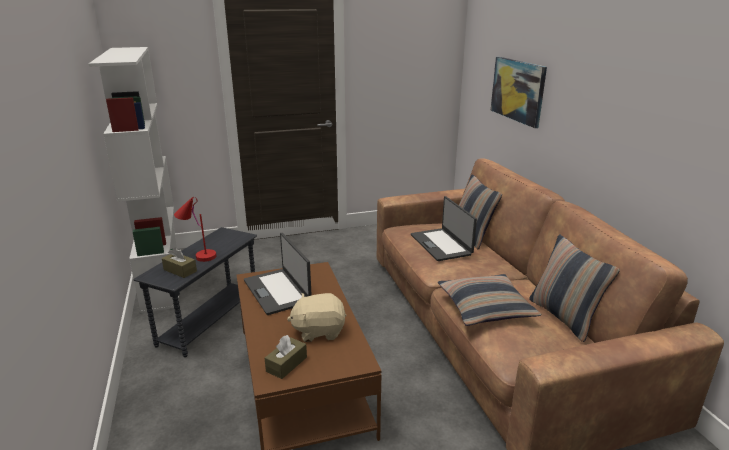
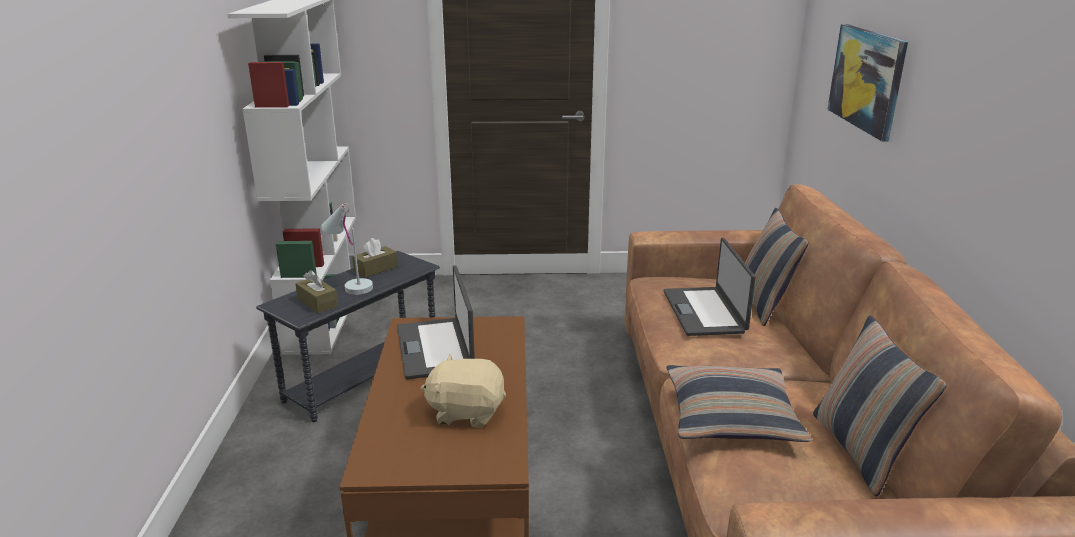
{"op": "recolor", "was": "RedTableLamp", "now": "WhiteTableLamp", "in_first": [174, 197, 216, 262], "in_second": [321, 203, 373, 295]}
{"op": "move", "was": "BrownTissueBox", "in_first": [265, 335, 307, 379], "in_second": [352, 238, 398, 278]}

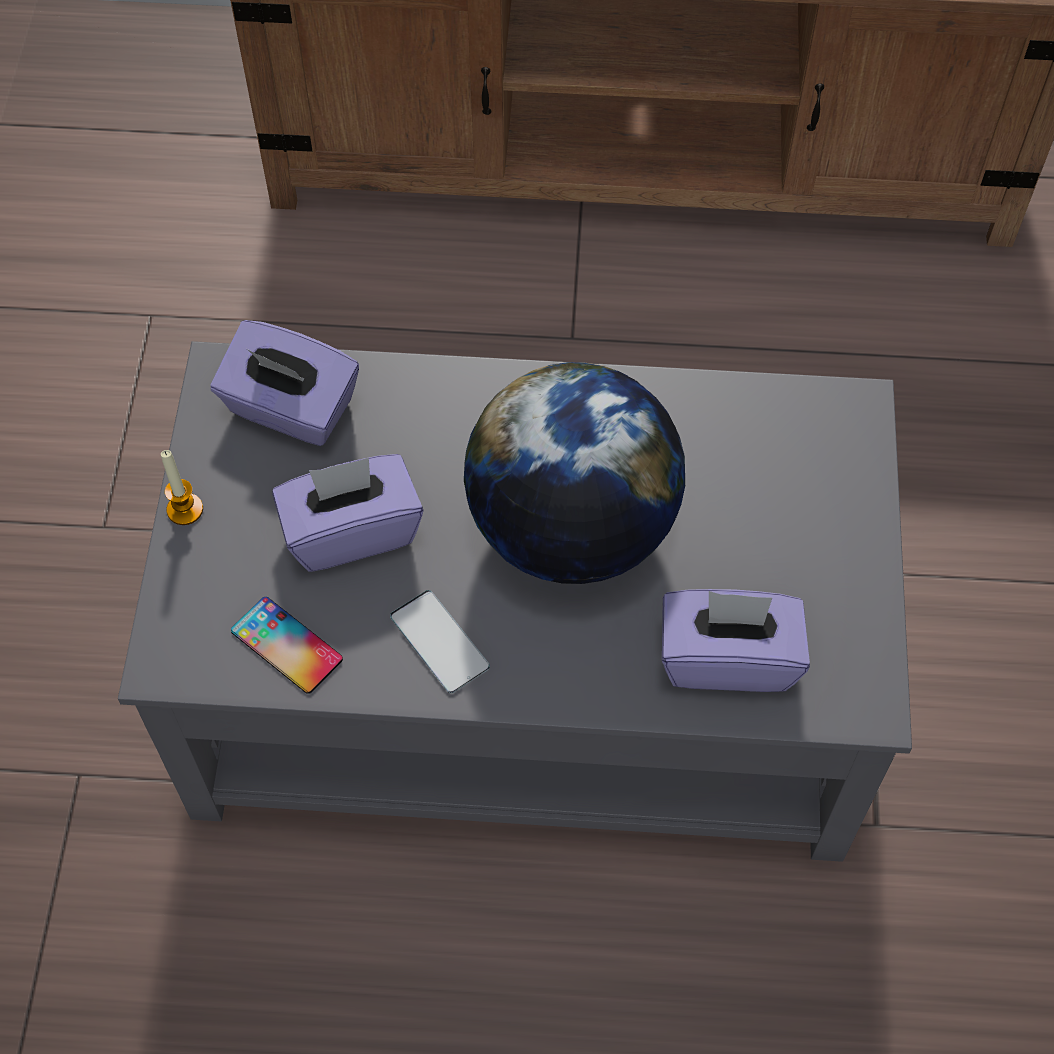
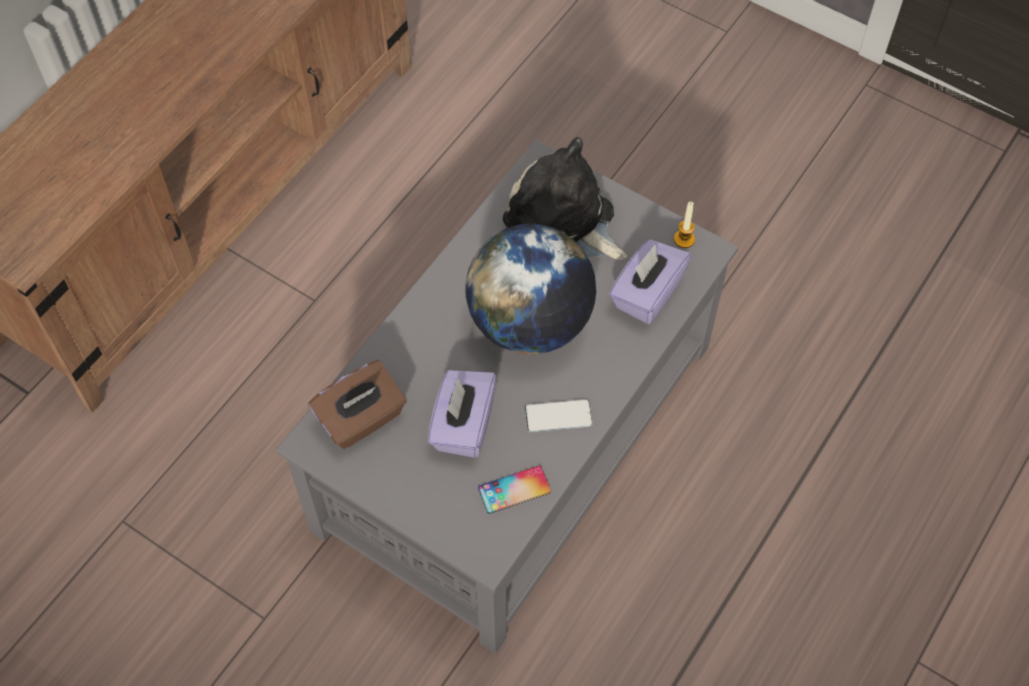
{"op": "move", "was": "Candle", "in_first": [161, 450, 203, 525], "in_second": [674, 202, 695, 248]}
{"op": "recolor", "was": "PurpleTissueBox", "now": "BrownTissueBox", "in_first": [210, 320, 359, 446], "in_second": [309, 360, 407, 449]}
{"op": "insert", "now": "PlushToy", "in_second": [503, 137, 627, 260]}

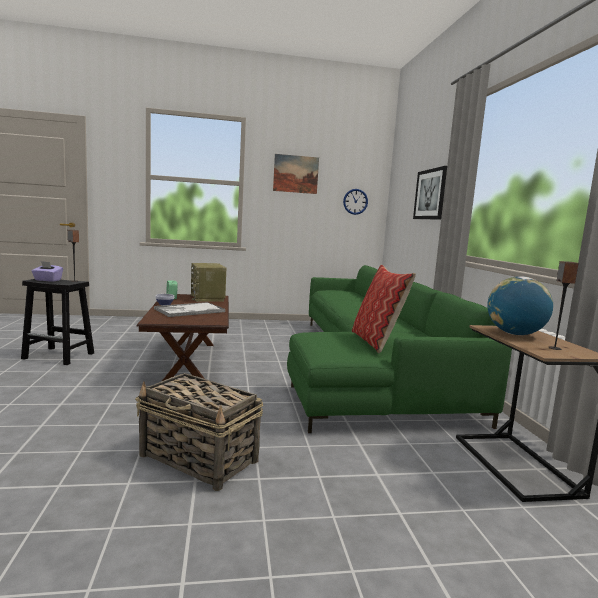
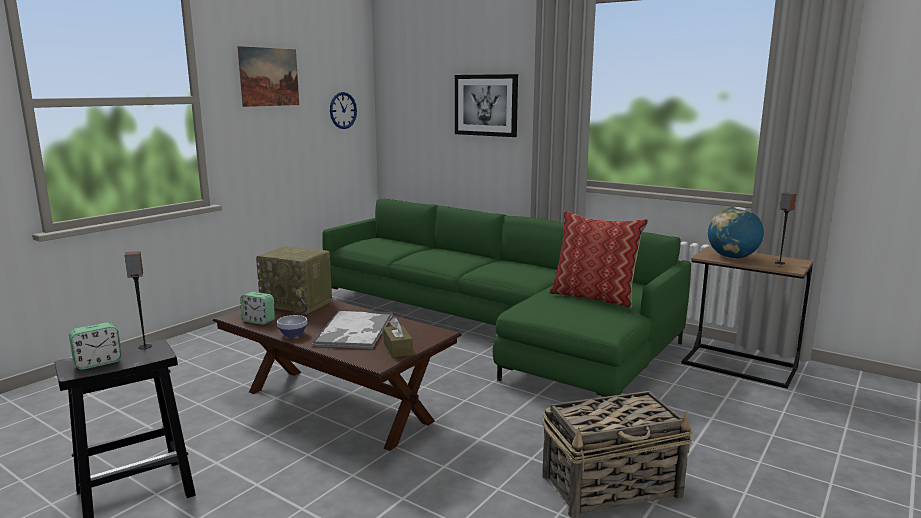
{"op": "replace", "was": "PurpleTissueBox", "now": "AlarmClock", "in_first": [32, 261, 63, 282], "in_second": [69, 322, 122, 370]}
{"op": "insert", "now": "BrownTissueBox", "in_second": [383, 317, 413, 357]}

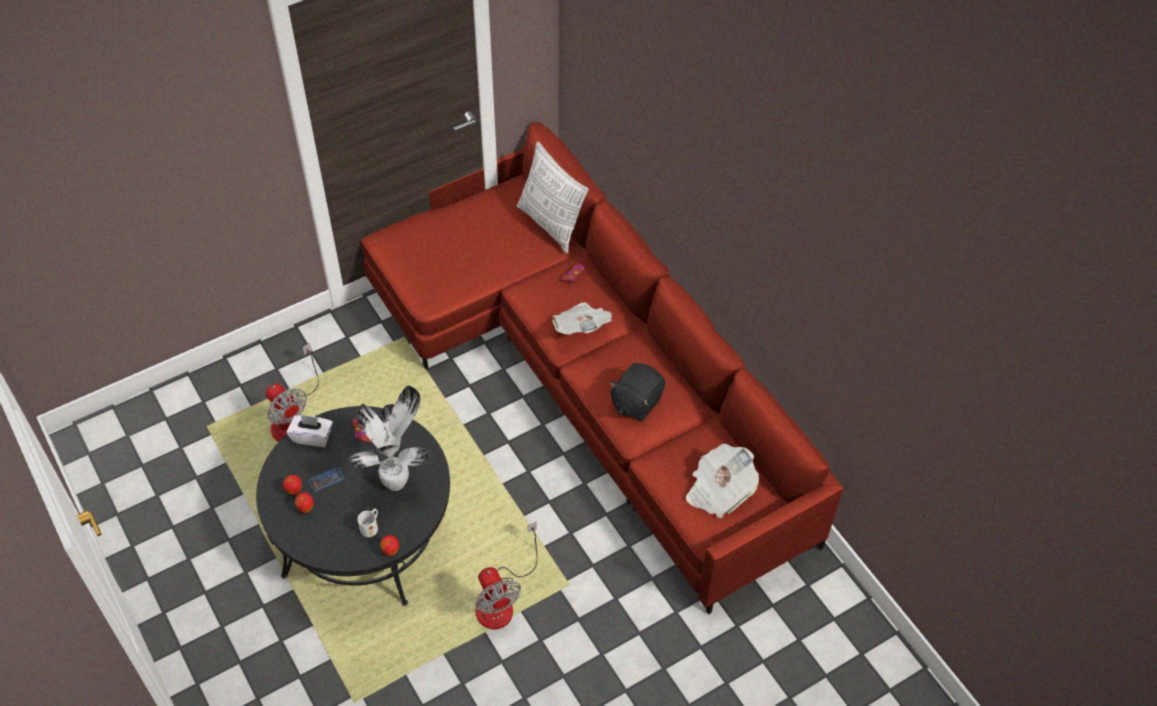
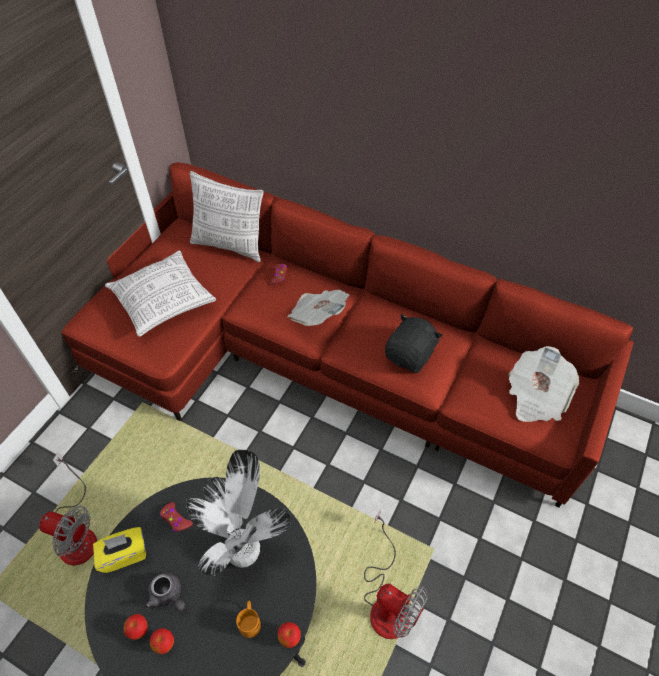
{"op": "recolor", "was": "WhiteTissueBox", "now": "YellowTissueBox", "in_first": [286, 414, 333, 447], "in_second": [93, 527, 146, 573]}
{"op": "replace", "was": "Phone", "now": "GreyTeapot", "in_first": [308, 467, 344, 492], "in_second": [145, 572, 185, 611]}
{"op": "recolor", "was": "WhiteMug", "now": "OrangeMug", "in_first": [358, 509, 378, 537], "in_second": [236, 601, 261, 638]}
{"op": "rotate", "was": "BlackPlushToy", "in_first": [609, 363, 665, 421], "in_second": [385, 314, 443, 373], "clockwise": -150}
{"op": "insert", "now": "Pillow", "in_second": [105, 251, 216, 337]}

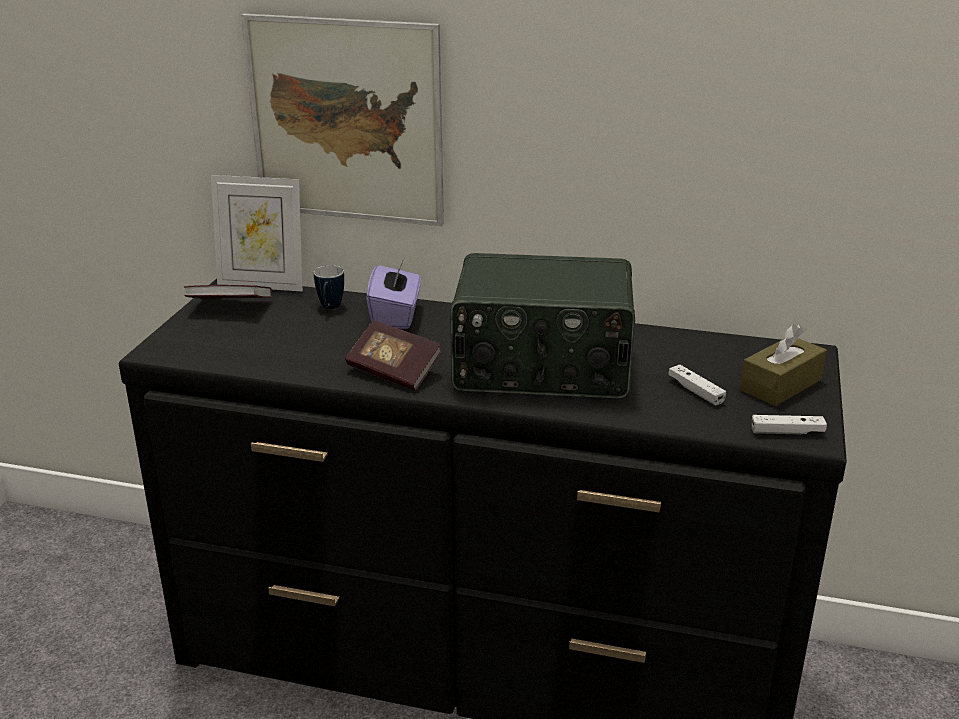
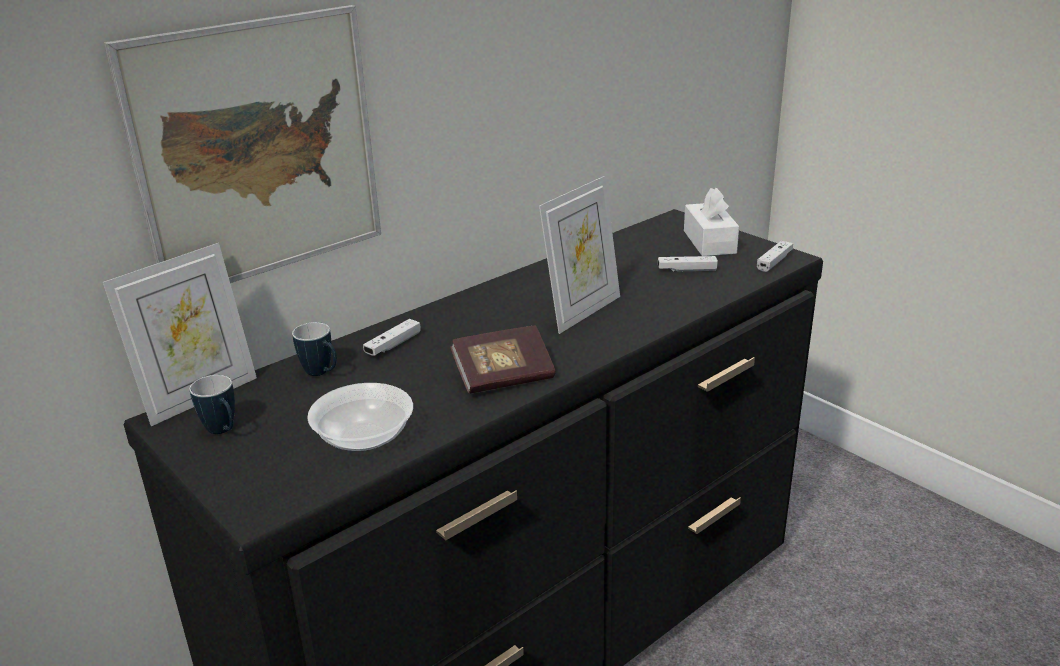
{"op": "replace", "was": "Book", "now": "Mug", "in_first": [184, 285, 272, 299], "in_second": [190, 375, 235, 434]}
{"op": "replace", "was": "PurpleTissueBox", "now": "WhiteGameController", "in_first": [366, 257, 421, 329], "in_second": [363, 319, 421, 356]}
{"op": "replace", "was": "Radio", "now": "PictureFrame", "in_first": [450, 253, 635, 399], "in_second": [539, 176, 620, 334]}
{"op": "recolor", "was": "BrownTissueBox", "now": "WhiteTissueBox", "in_first": [740, 324, 827, 406], "in_second": [684, 188, 739, 256]}
{"op": "insert", "now": "Bowl", "in_second": [307, 383, 413, 451]}

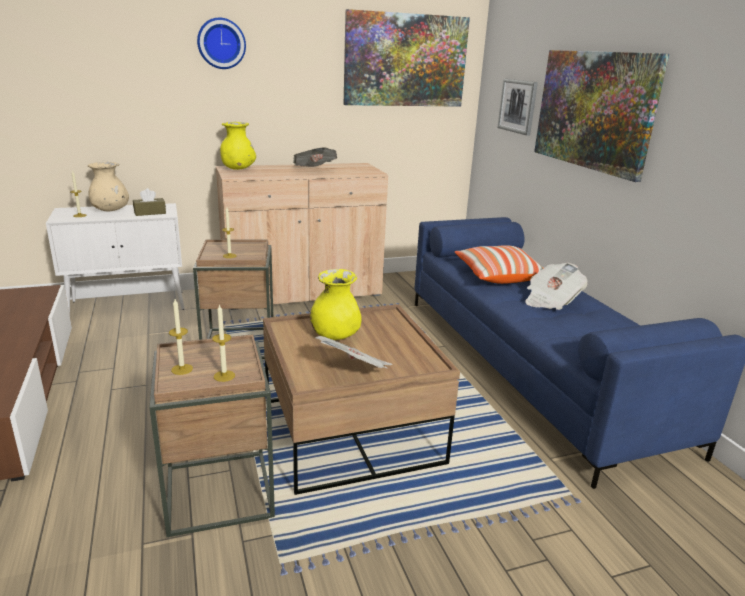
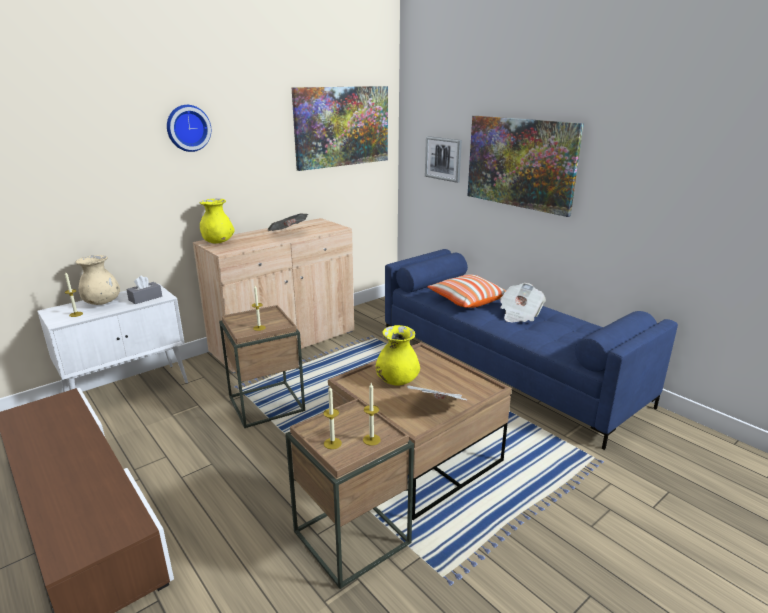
{"op": "recolor", "was": "BrownTissueBox", "now": "GreyTissueBox", "in_first": [133, 188, 166, 216], "in_second": [126, 275, 162, 304]}

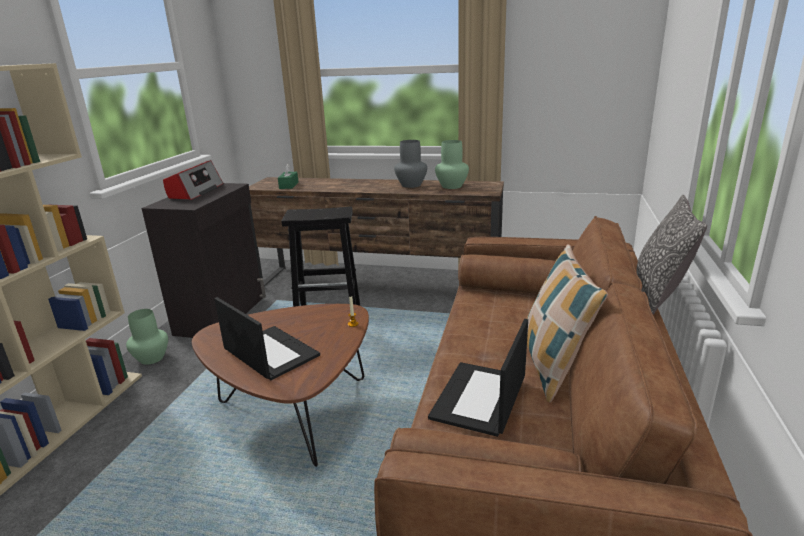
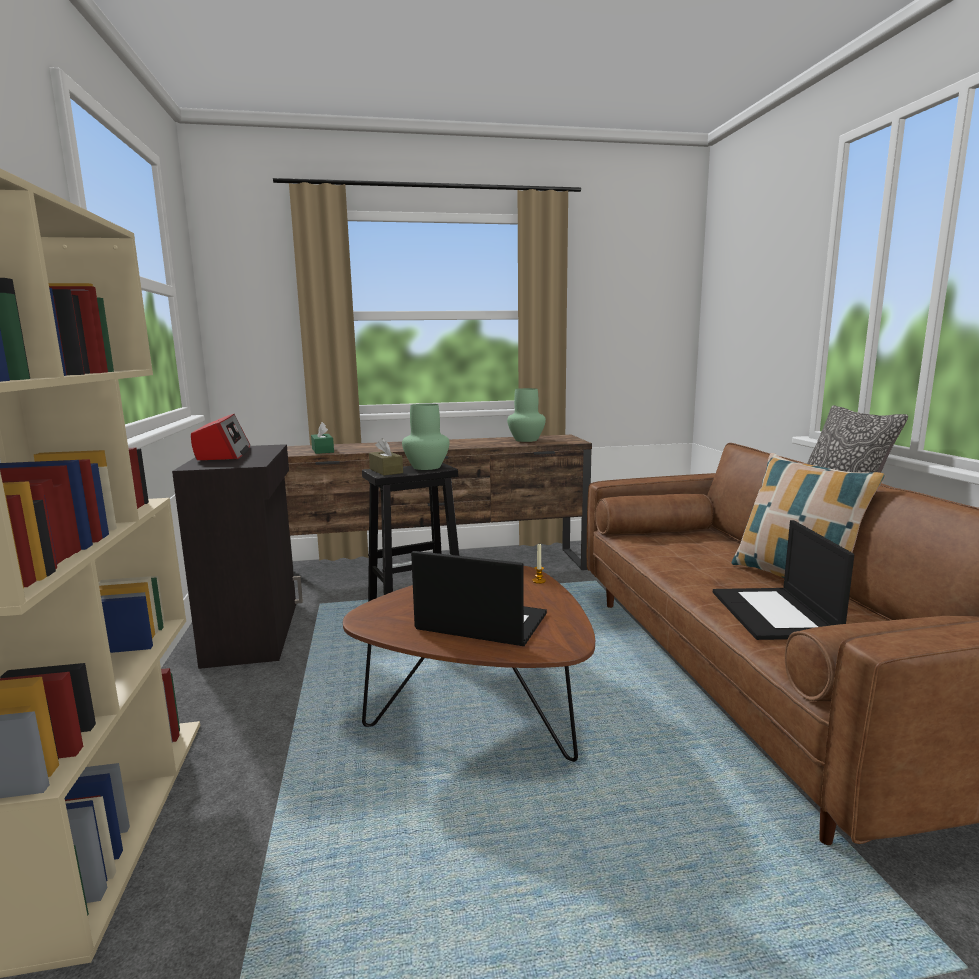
{"op": "move", "was": "GreenVase", "in_first": [126, 309, 168, 365], "in_second": [402, 404, 450, 470]}
{"op": "delete", "was": "GreyVase", "in_first": [394, 140, 427, 188]}
{"op": "insert", "now": "BrownTissueBox", "in_second": [369, 438, 403, 475]}

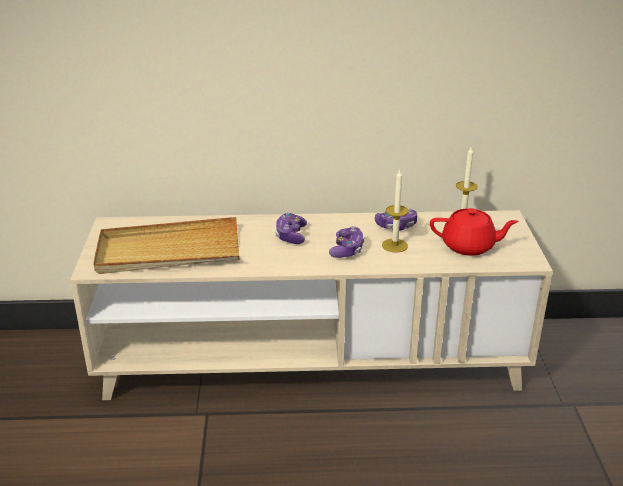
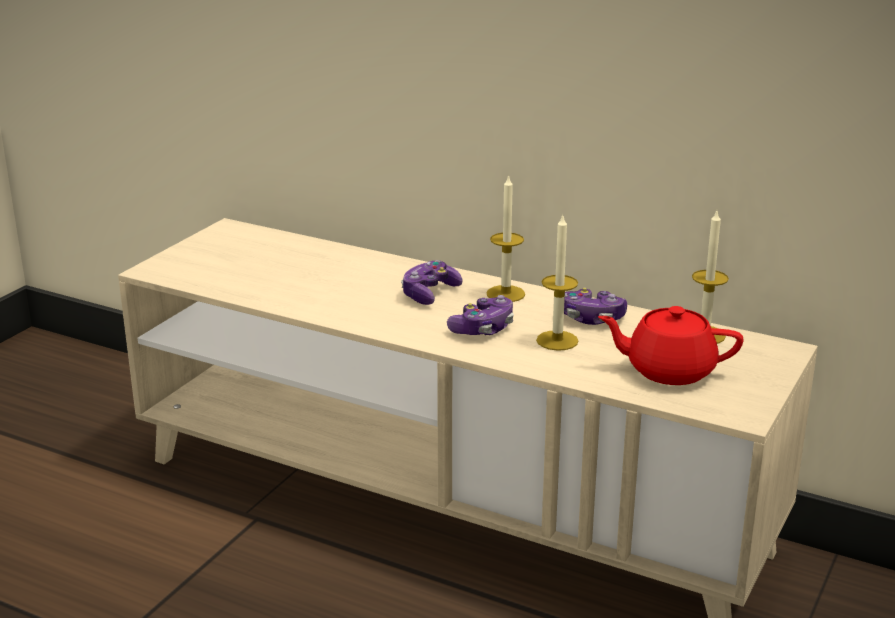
{"op": "delete", "was": "BeigeTray", "in_first": [93, 217, 240, 274]}
{"op": "rotate", "was": "RedTeapot", "in_first": [430, 208, 519, 256], "in_second": [598, 306, 744, 385], "clockwise": 150}
{"op": "insert", "now": "Candle", "in_second": [486, 174, 525, 302]}

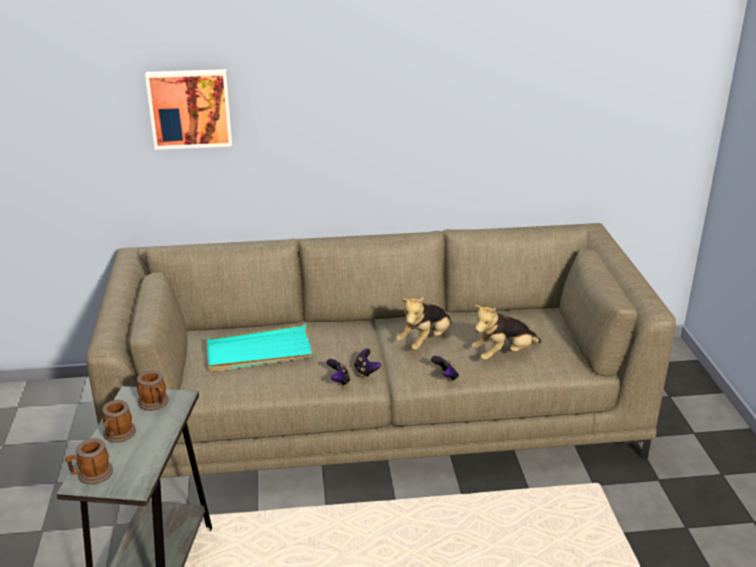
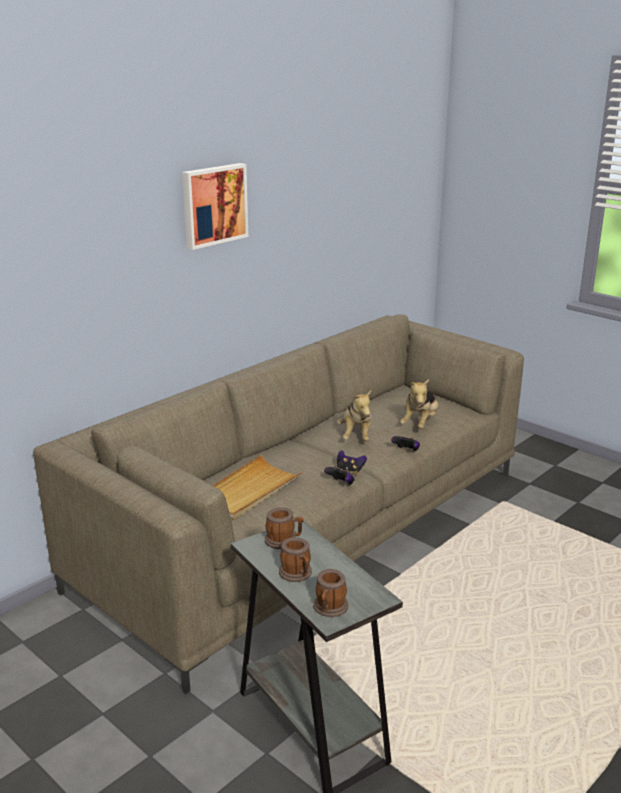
{"op": "move", "was": "Picture", "in_first": [145, 69, 233, 150], "in_second": [182, 163, 248, 250]}
{"op": "recolor", "was": "TurquoiseTray", "now": "BeigeTray", "in_first": [206, 324, 314, 372], "in_second": [213, 455, 304, 520]}

